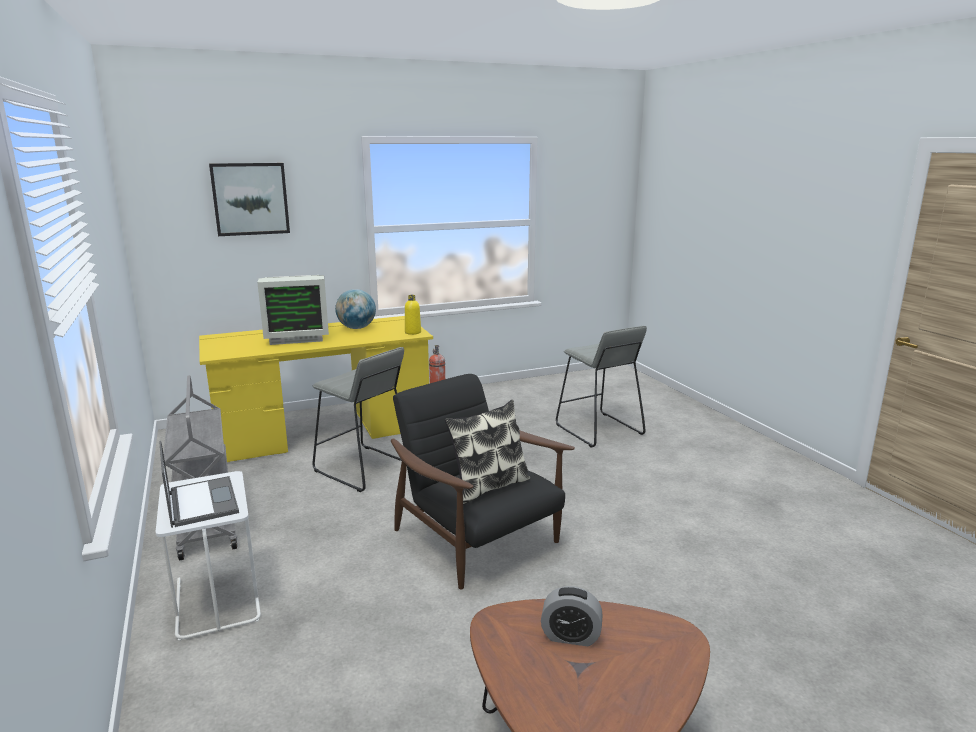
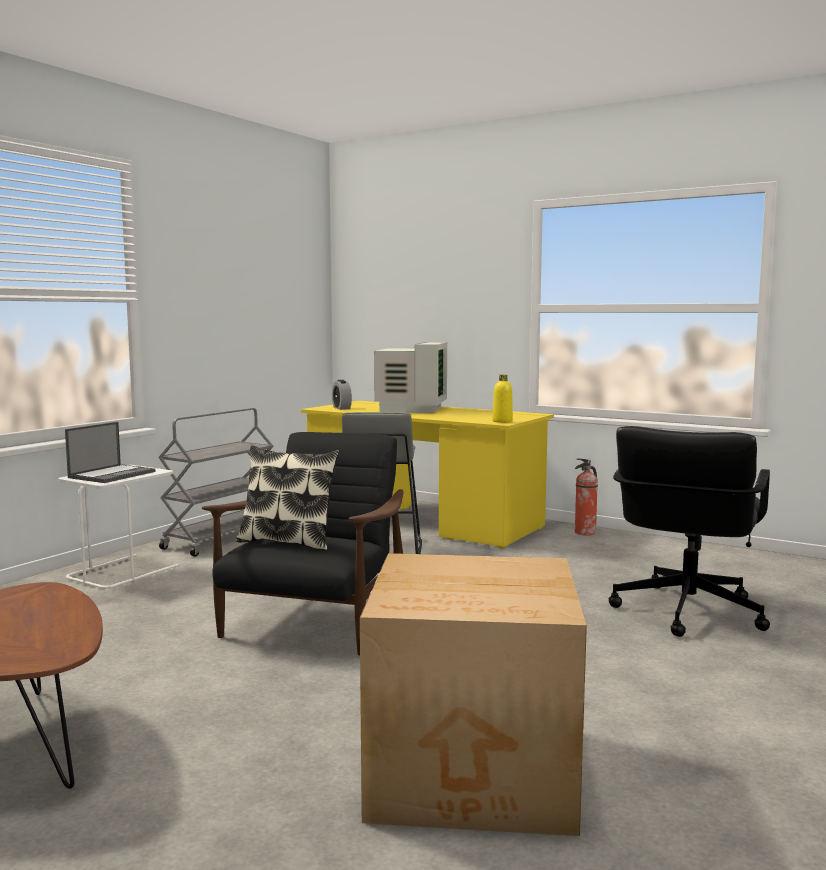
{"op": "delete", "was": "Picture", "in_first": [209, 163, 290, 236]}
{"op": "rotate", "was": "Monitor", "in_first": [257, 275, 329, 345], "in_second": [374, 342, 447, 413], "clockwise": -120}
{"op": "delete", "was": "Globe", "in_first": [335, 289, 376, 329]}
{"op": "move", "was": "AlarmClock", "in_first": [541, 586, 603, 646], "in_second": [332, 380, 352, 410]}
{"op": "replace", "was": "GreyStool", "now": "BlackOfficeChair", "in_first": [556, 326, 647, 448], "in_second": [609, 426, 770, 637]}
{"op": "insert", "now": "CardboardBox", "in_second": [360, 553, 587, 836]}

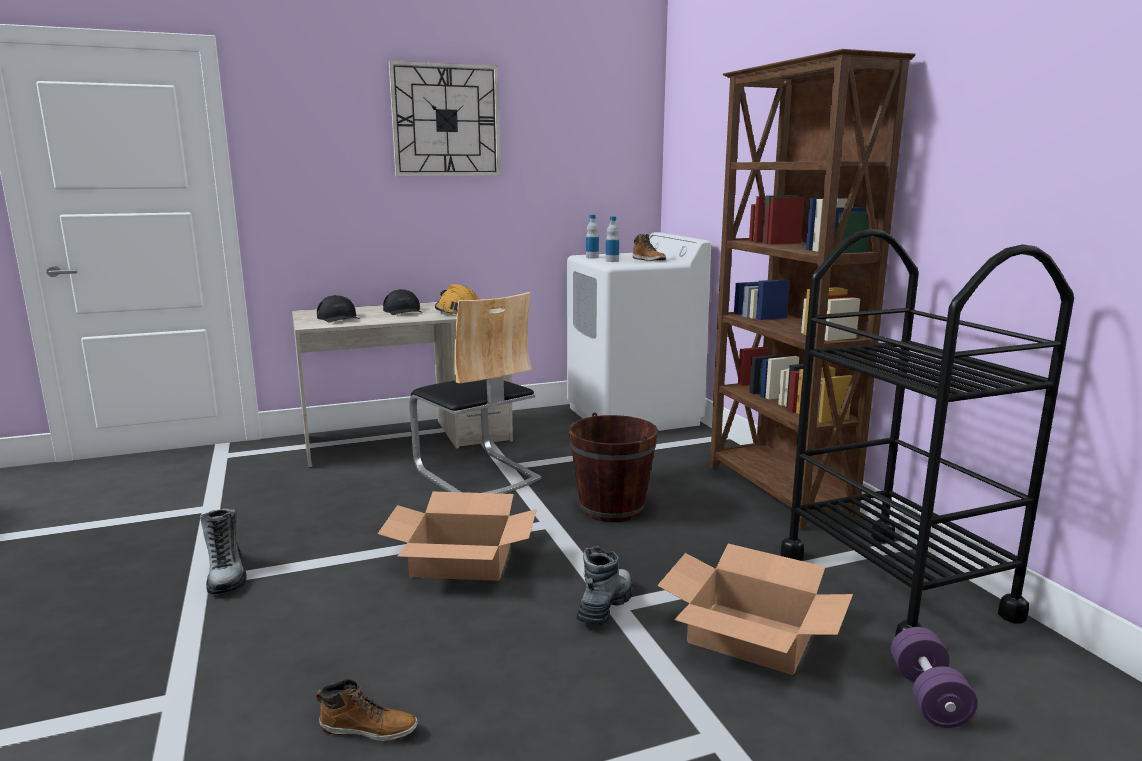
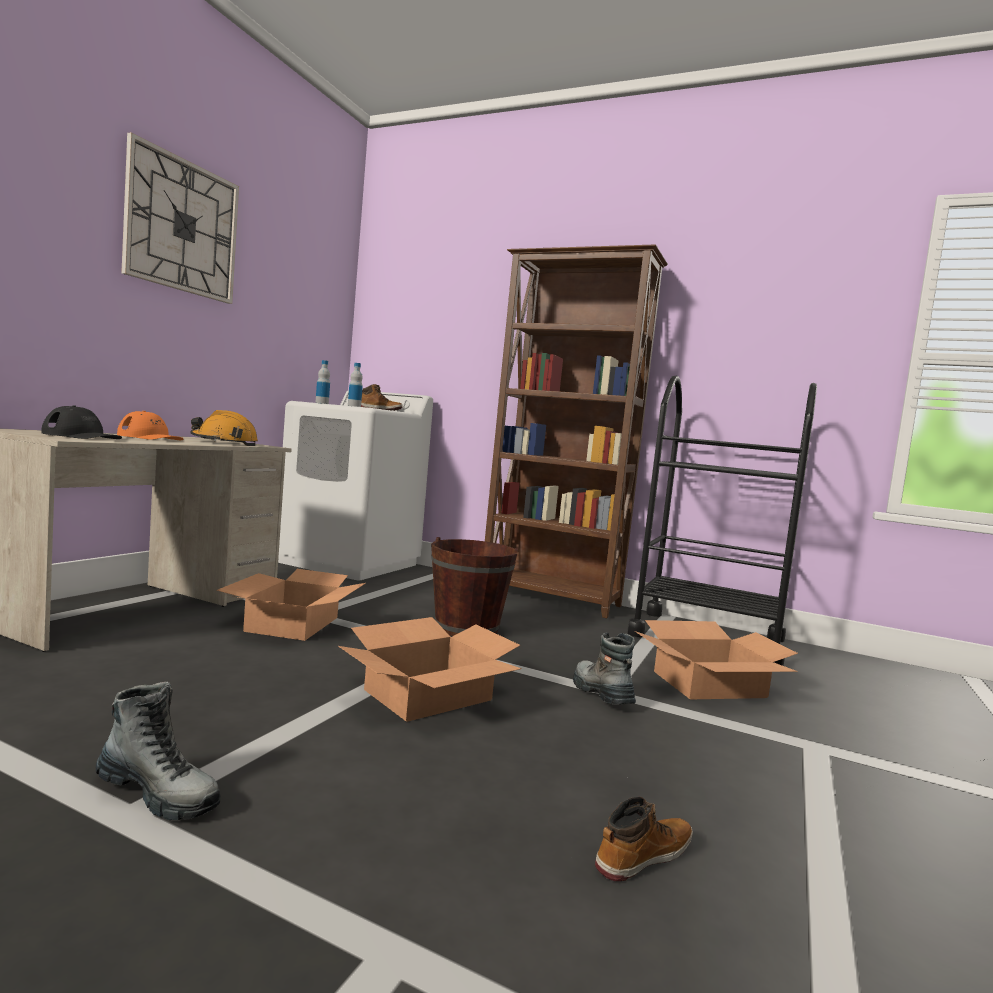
{"op": "recolor", "was": "BlackCap", "now": "OrangeCap", "in_first": [383, 289, 423, 315], "in_second": [117, 411, 183, 440]}
{"op": "replace", "was": "Chair", "now": "CardboardBox", "in_first": [409, 292, 542, 494], "in_second": [216, 569, 366, 641]}
{"op": "delete", "was": "PurpleDumbbell", "in_first": [891, 627, 978, 728]}

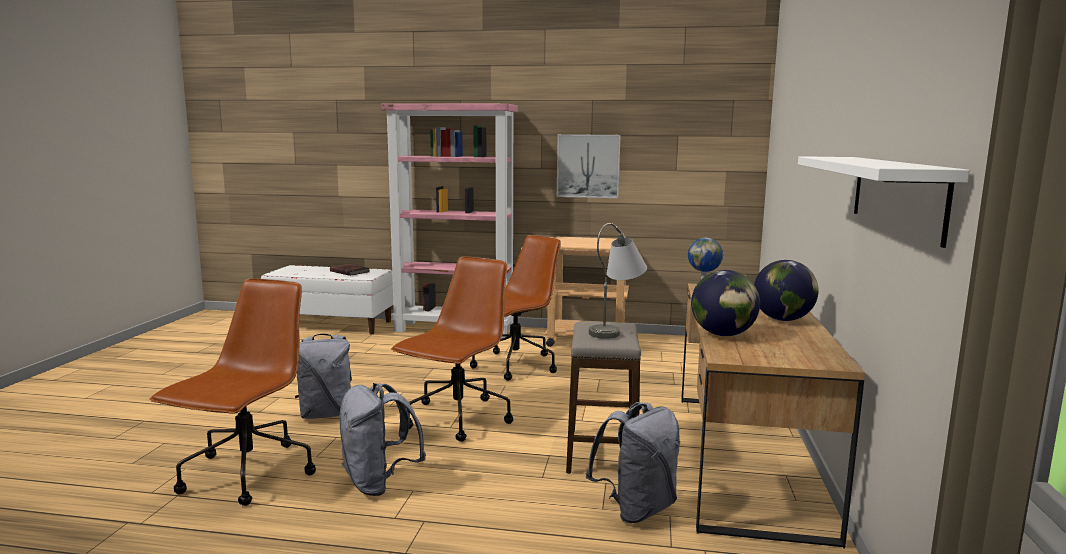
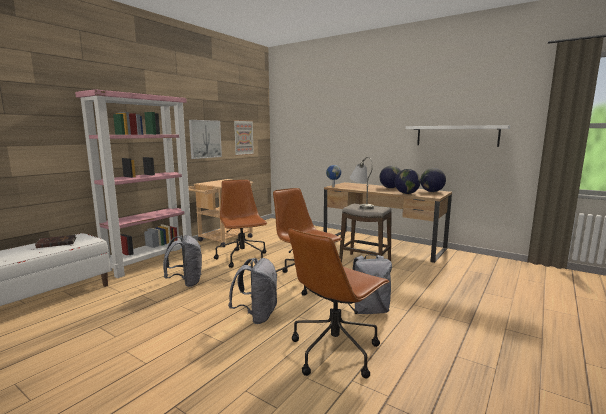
{"op": "rotate", "was": "BrownOfficeChair", "in_first": [150, 278, 316, 506], "in_second": [288, 228, 390, 378], "clockwise": -90}
{"op": "move", "was": "GreyBackpack", "in_first": [585, 402, 680, 523], "in_second": [163, 235, 202, 287]}
{"op": "insert", "now": "Picture", "in_second": [234, 120, 254, 156]}
{"op": "insert", "now": "Globe", "in_second": [420, 168, 446, 192]}

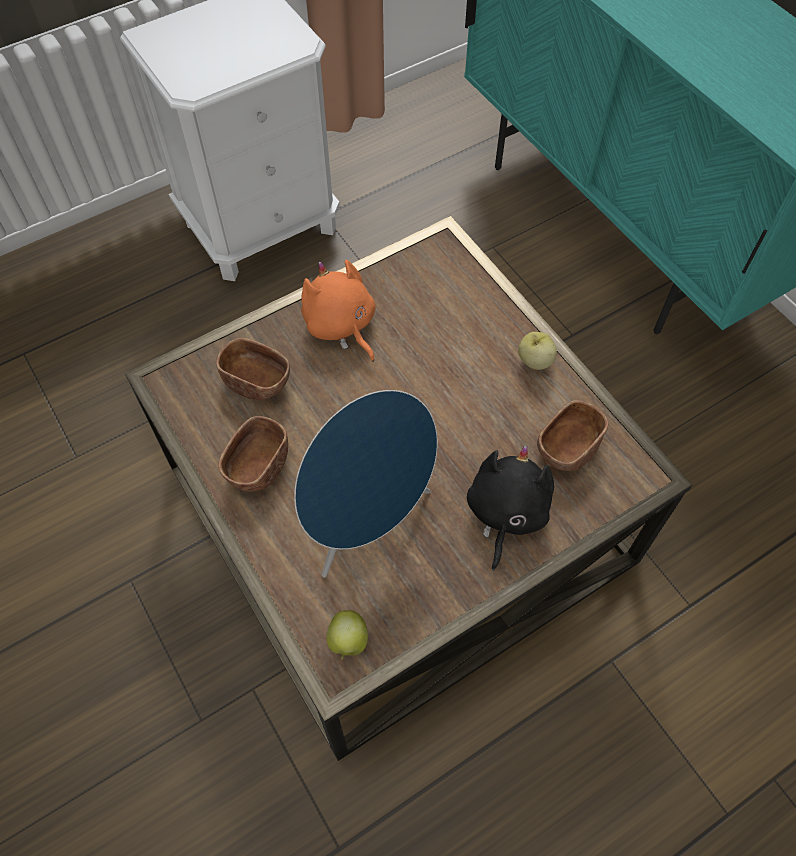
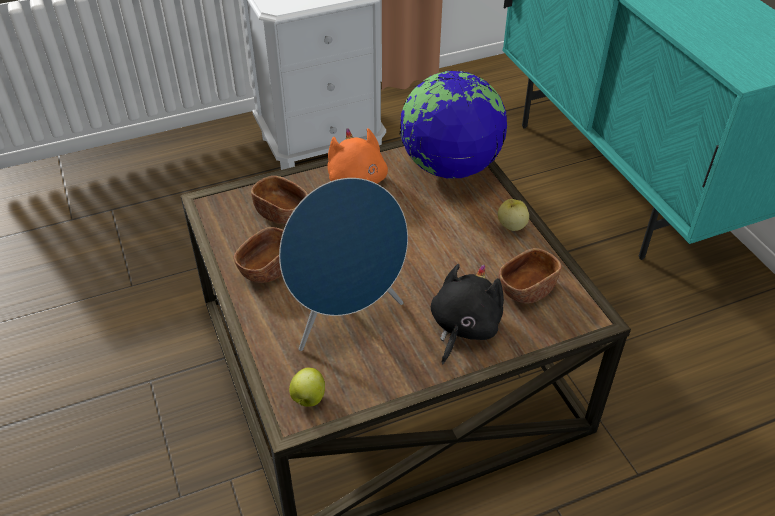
{"op": "insert", "now": "Globe", "in_second": [400, 70, 507, 179]}

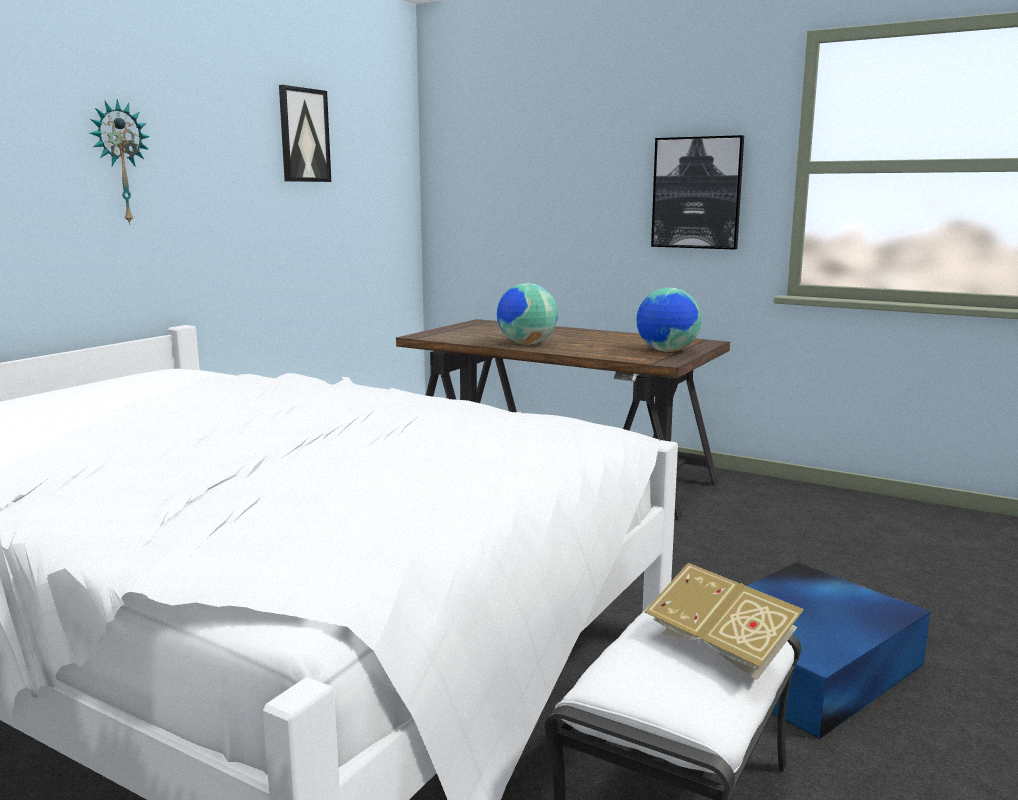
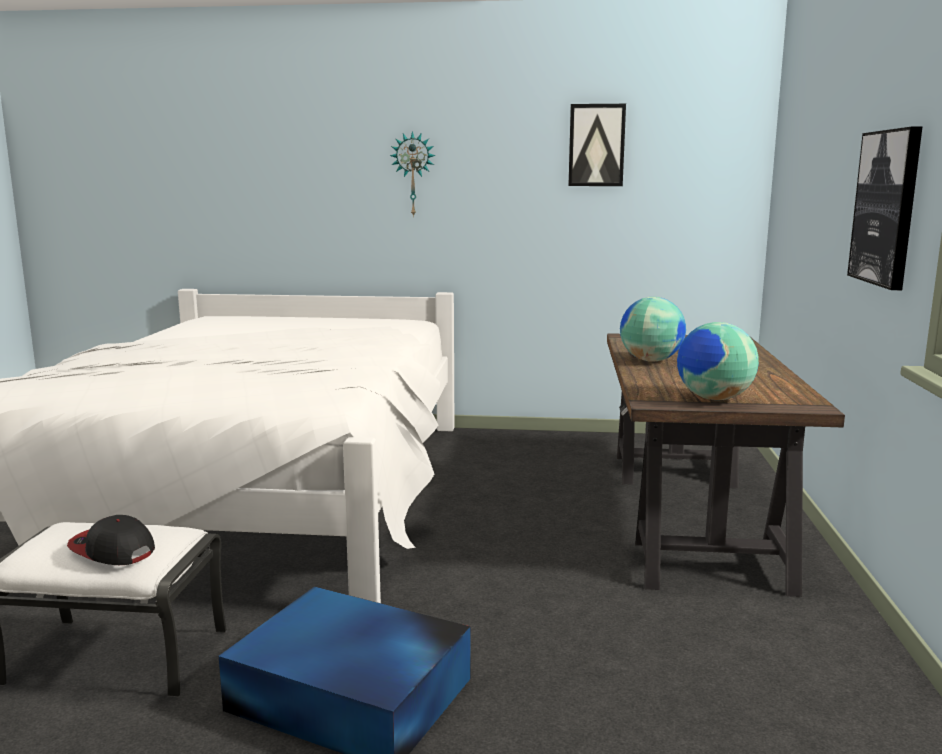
{"op": "replace", "was": "Book", "now": "Cap", "in_first": [644, 563, 804, 680], "in_second": [67, 515, 155, 565]}

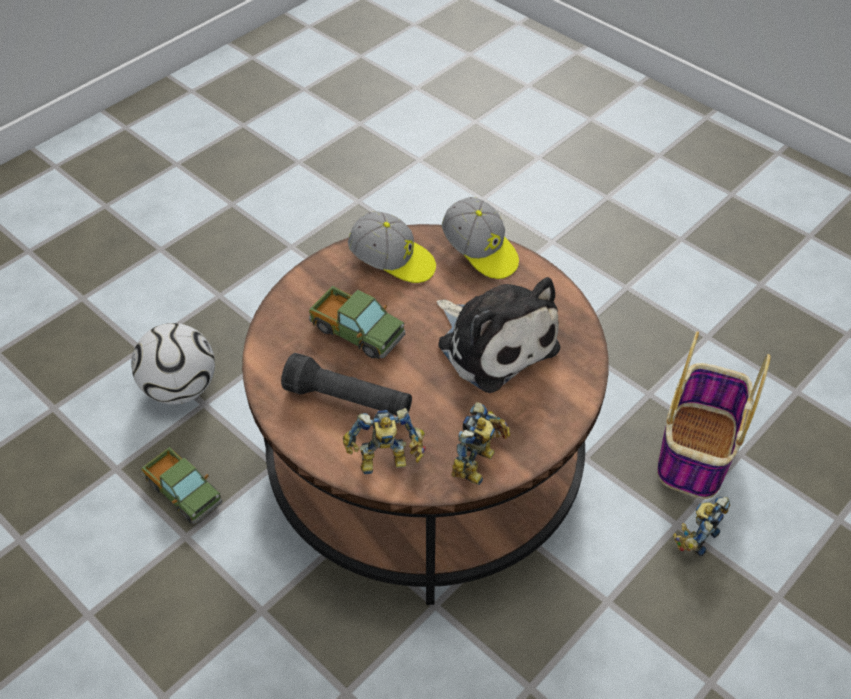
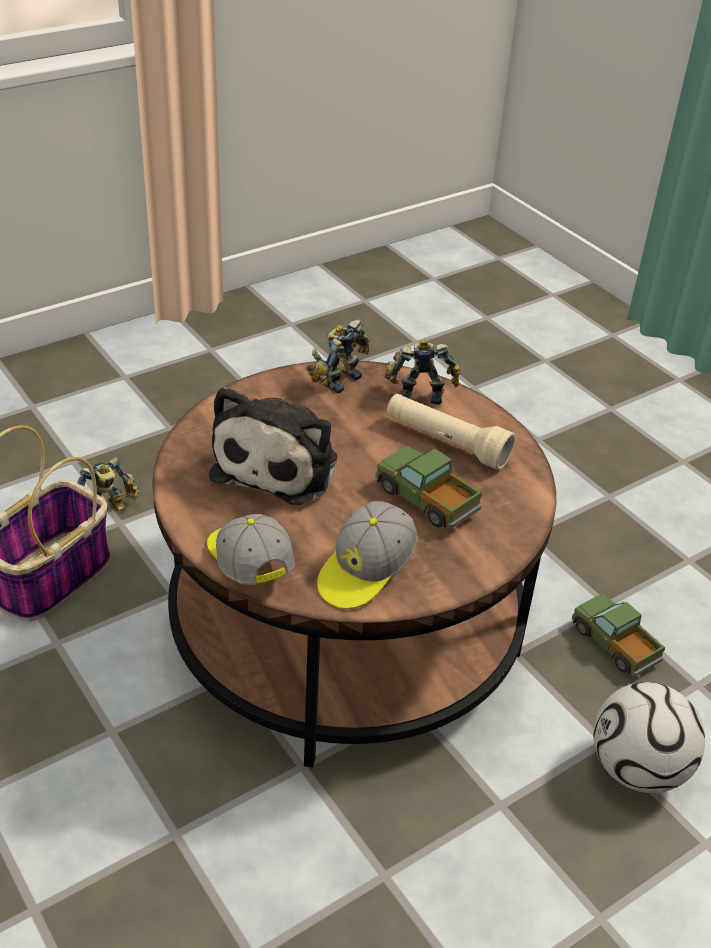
{"op": "recolor", "was": "BlackFlashlight", "now": "BeigeFlashlight", "in_first": [281, 353, 412, 416], "in_second": [387, 394, 515, 470]}
{"op": "rotate", "was": "Cap", "in_first": [348, 211, 436, 283], "in_second": [317, 501, 418, 609], "clockwise": -90}
{"op": "rotate", "was": "PlushToy", "in_first": [437, 277, 560, 393], "in_second": [209, 386, 337, 505], "clockwise": -135}

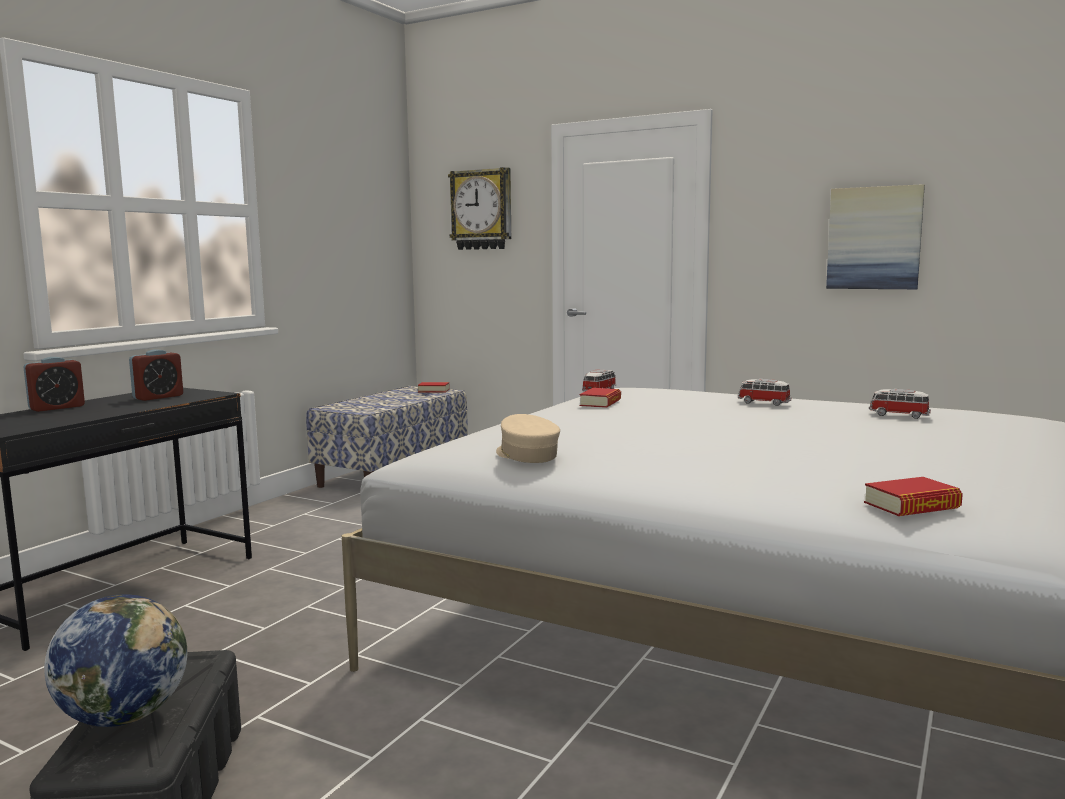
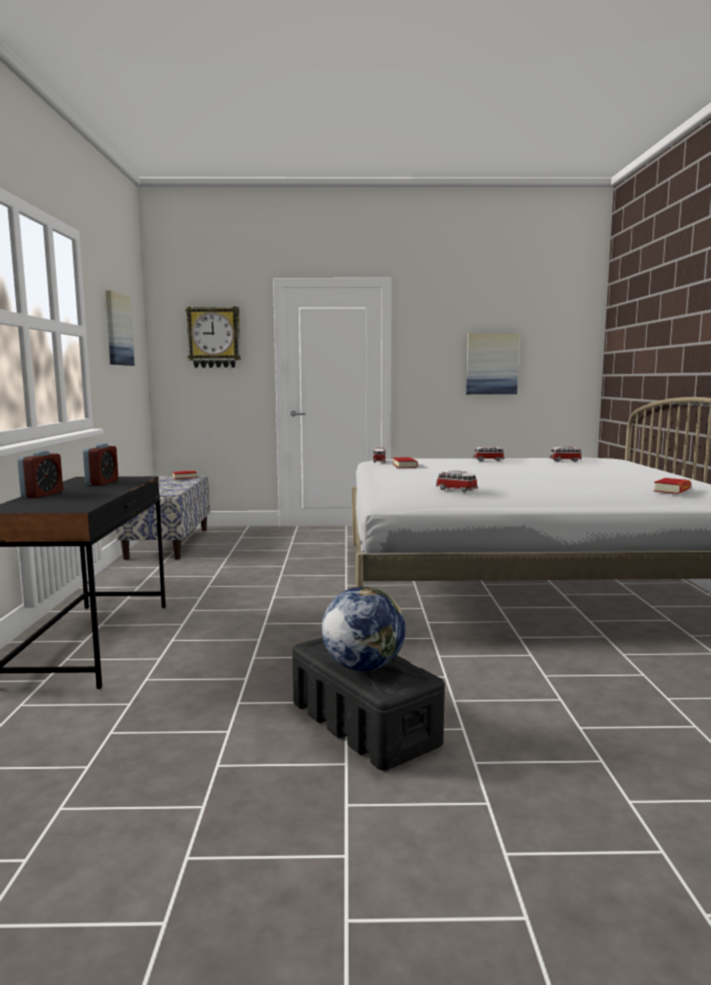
{"op": "replace", "was": "BeigeCap", "now": "ToyCar", "in_first": [496, 414, 560, 463], "in_second": [436, 470, 478, 492]}
{"op": "insert", "now": "Picture", "in_second": [105, 290, 135, 366]}

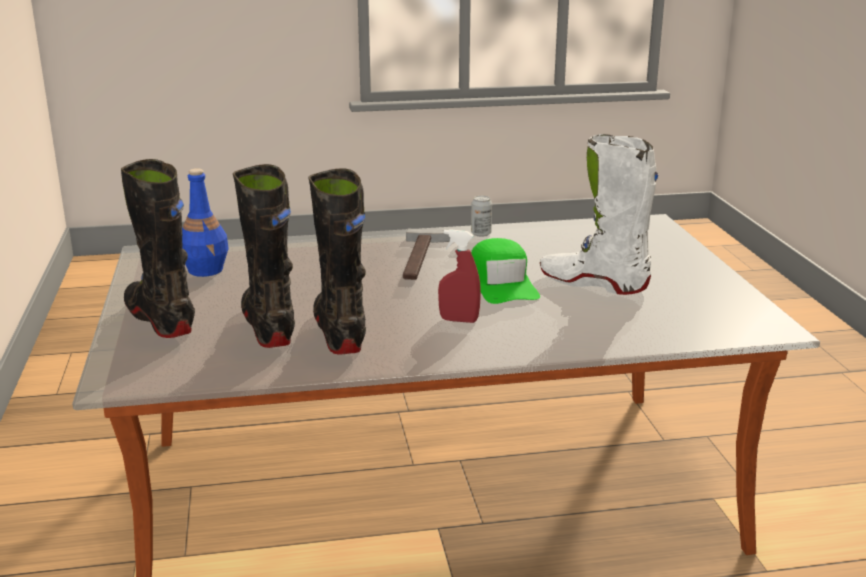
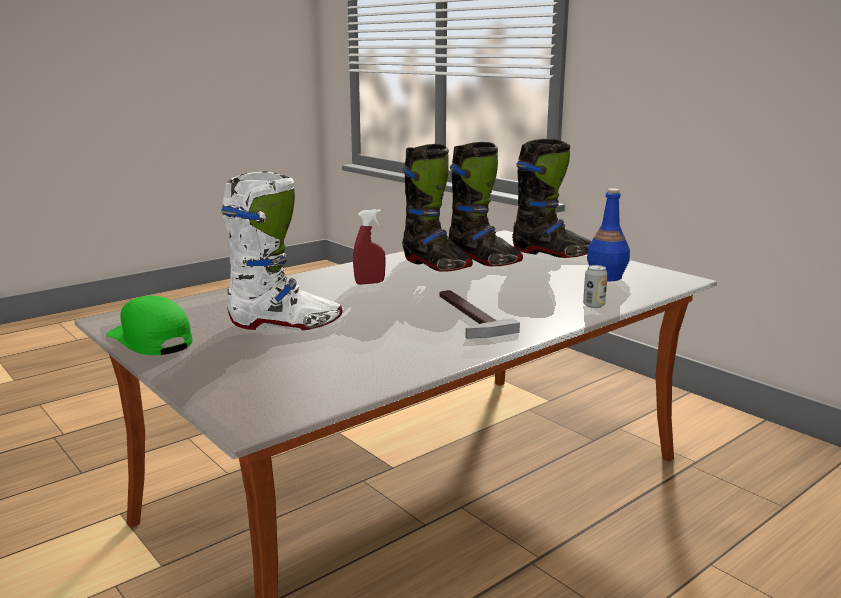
{"op": "move", "was": "Can", "in_first": [471, 196, 492, 237], "in_second": [583, 265, 608, 308]}
{"op": "move", "was": "GreenCap", "in_first": [471, 238, 540, 304], "in_second": [106, 296, 192, 355]}

